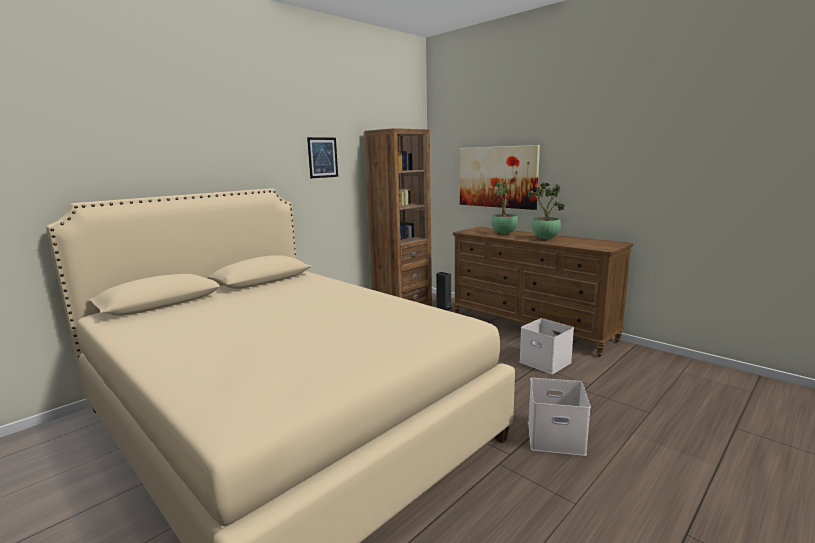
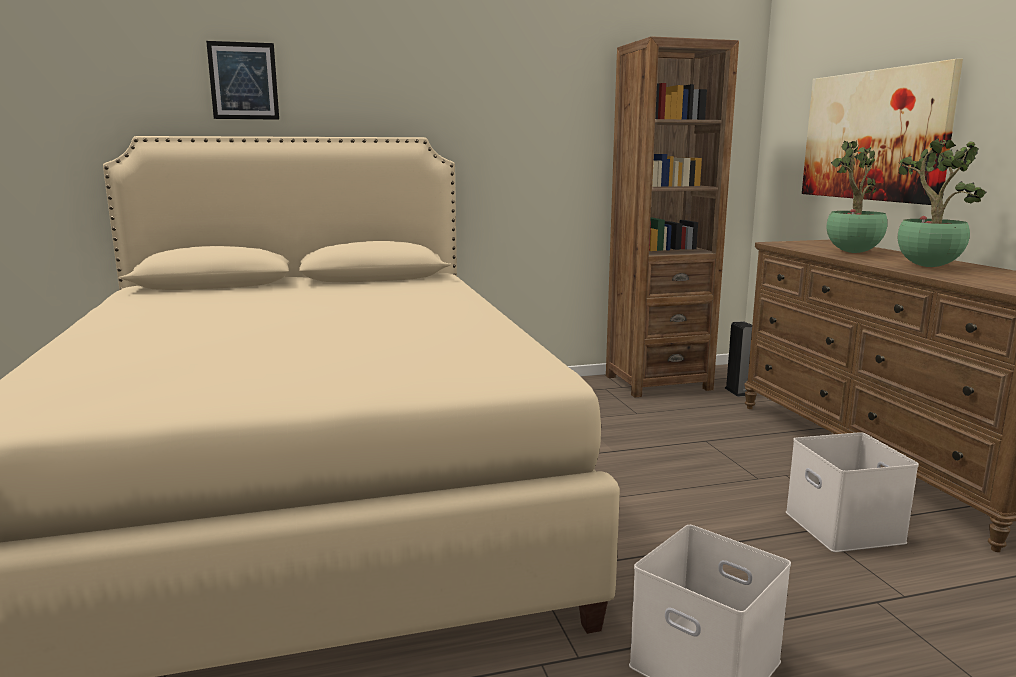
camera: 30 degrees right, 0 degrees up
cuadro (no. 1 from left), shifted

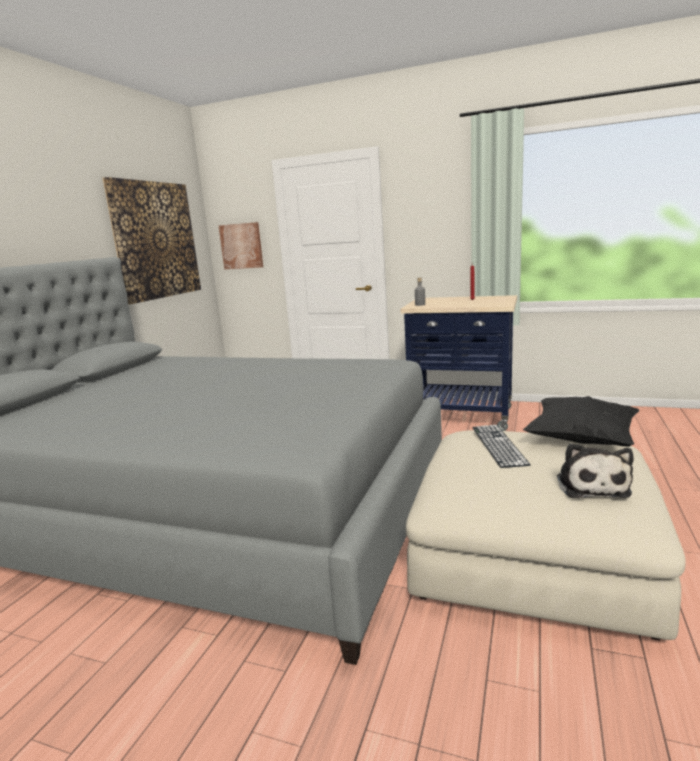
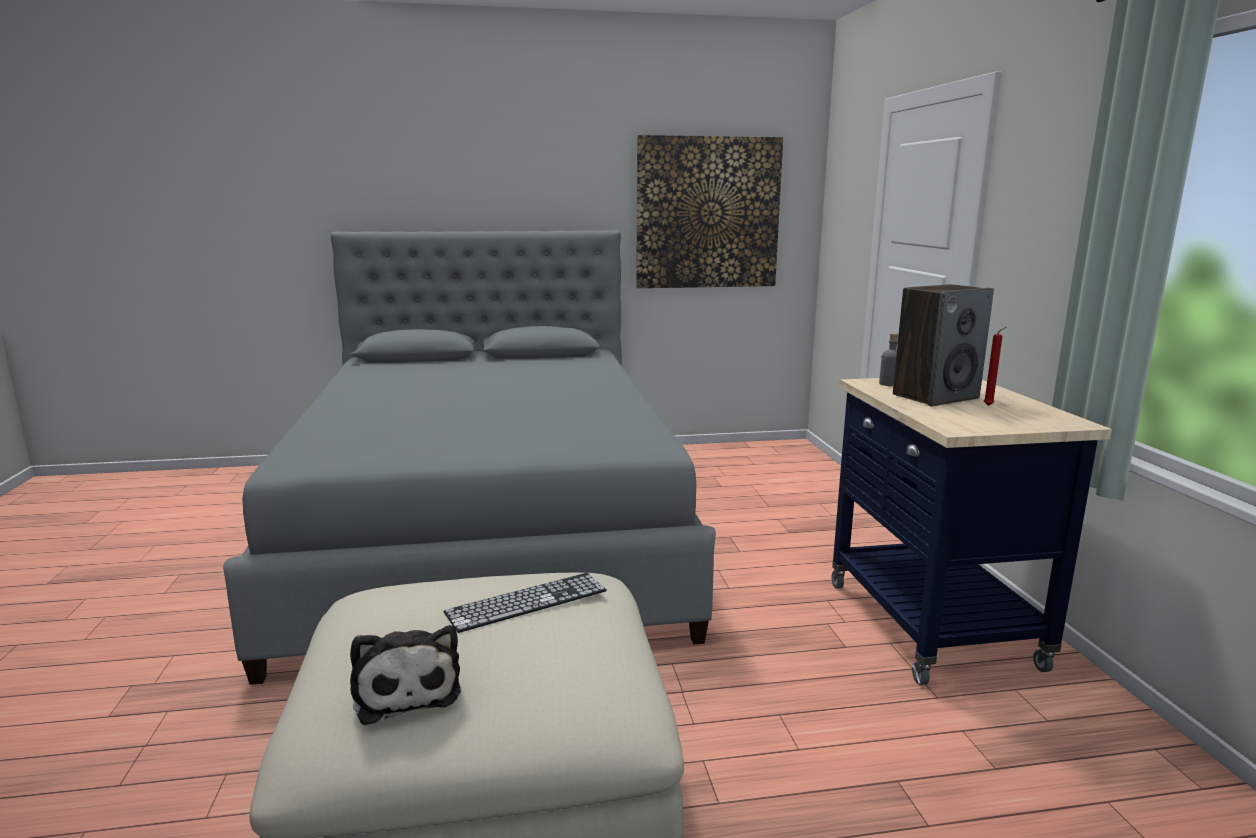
camera: 60 degrees right, 0 degrees up
cuadro (no. 2 from left) -> none
cojín/negro -> none
peluche, 90 degrees counterclockwise
none -> altavoz

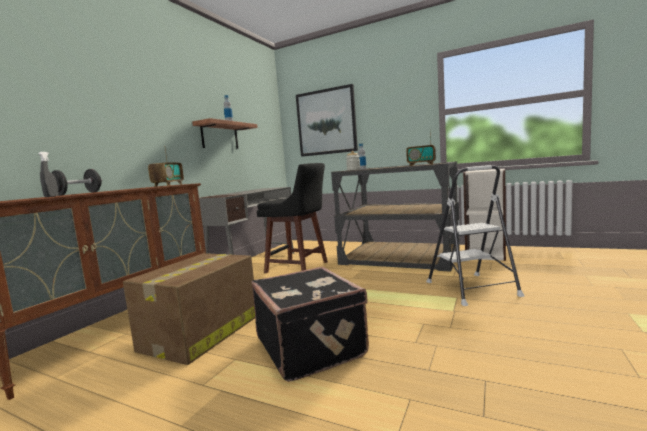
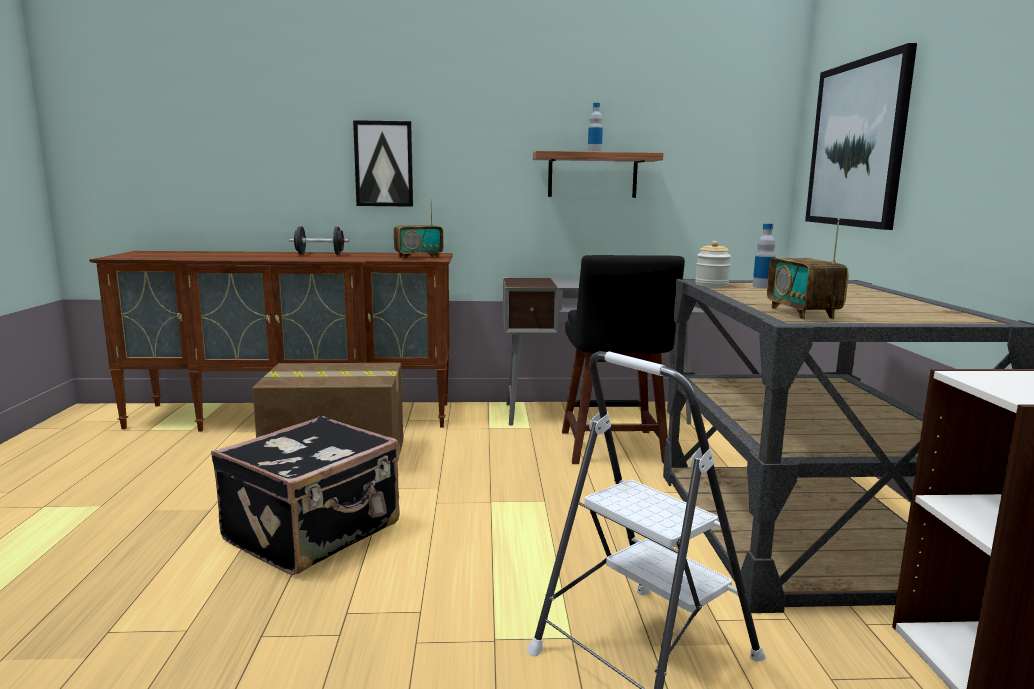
camera: 60 degrees right, 5 degrees up
pulverizador/gris -> none
none -> cuadro (no. 1 from left)

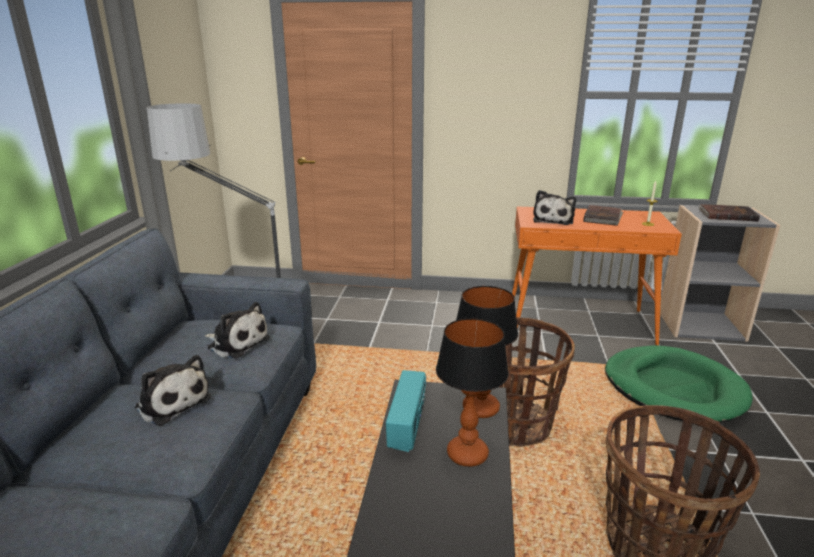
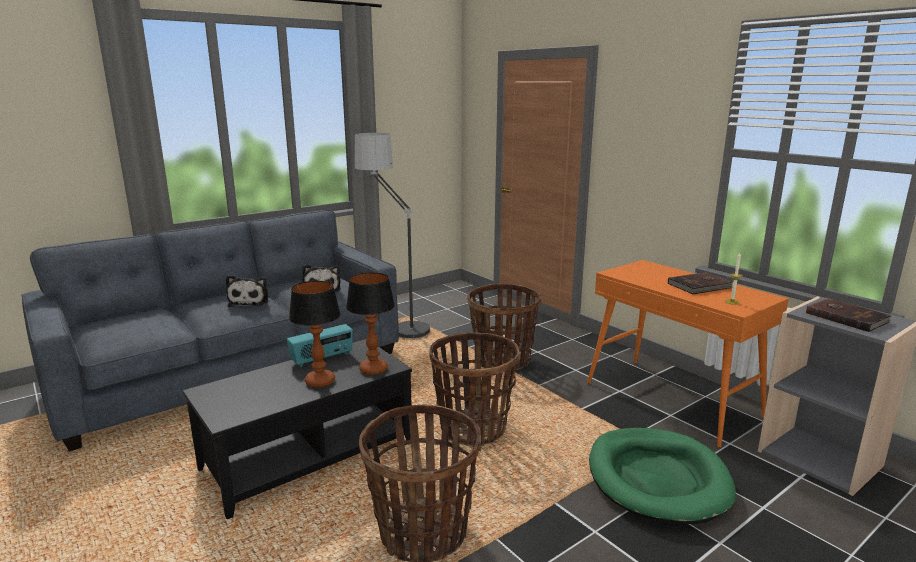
camera: 45 degrees right, 5 degrees down
peluche (no. 3 from left) -> none
none -> cesta (no. 3 from left)

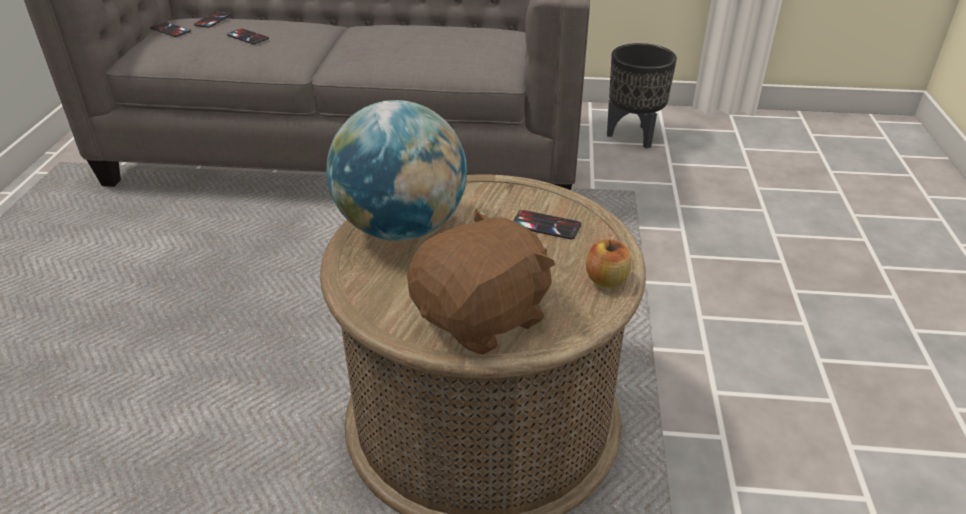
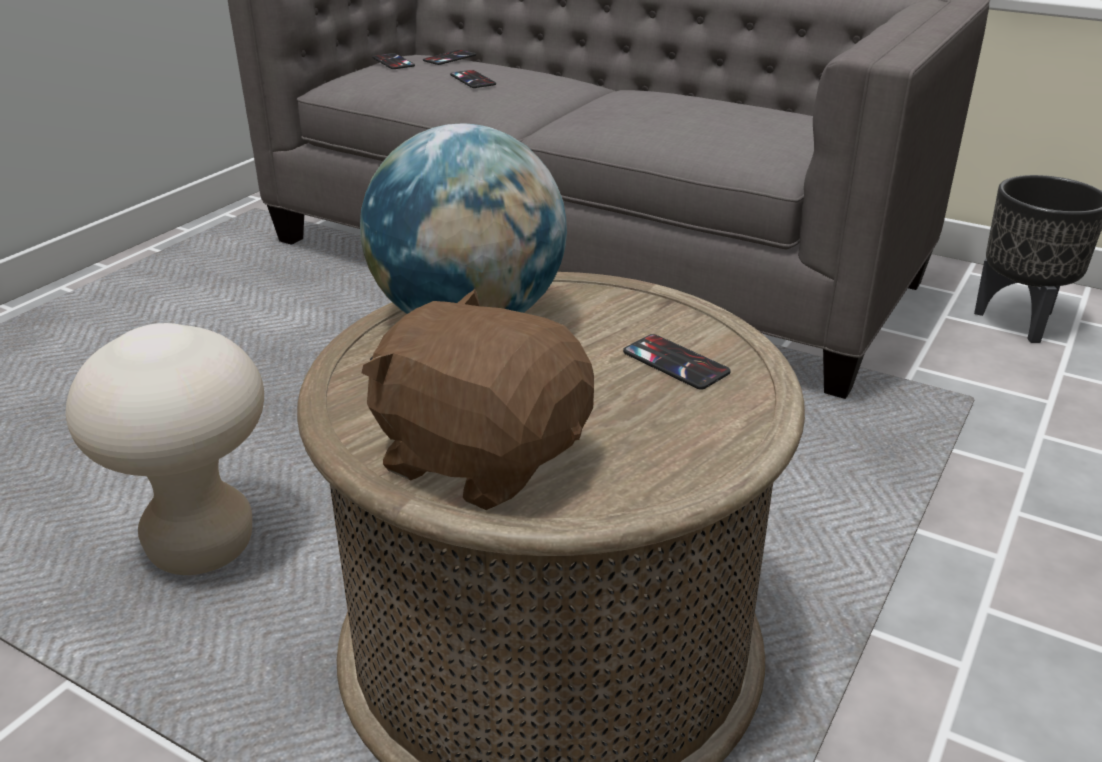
camera: 25 degrees right, 5 degrees down
peluche/marrón, 135 degrees counterclockwise
manzana -> none
none -> taburete/beis

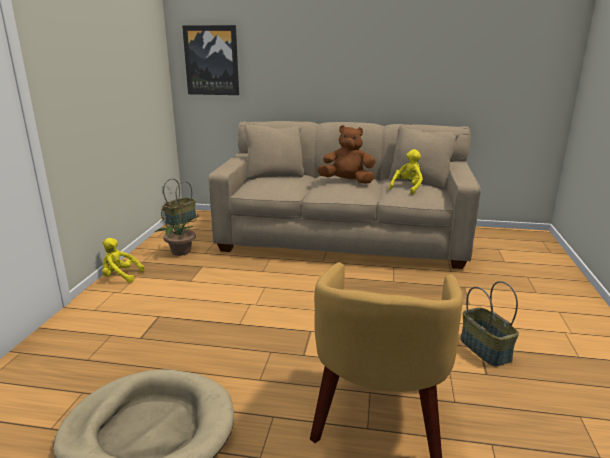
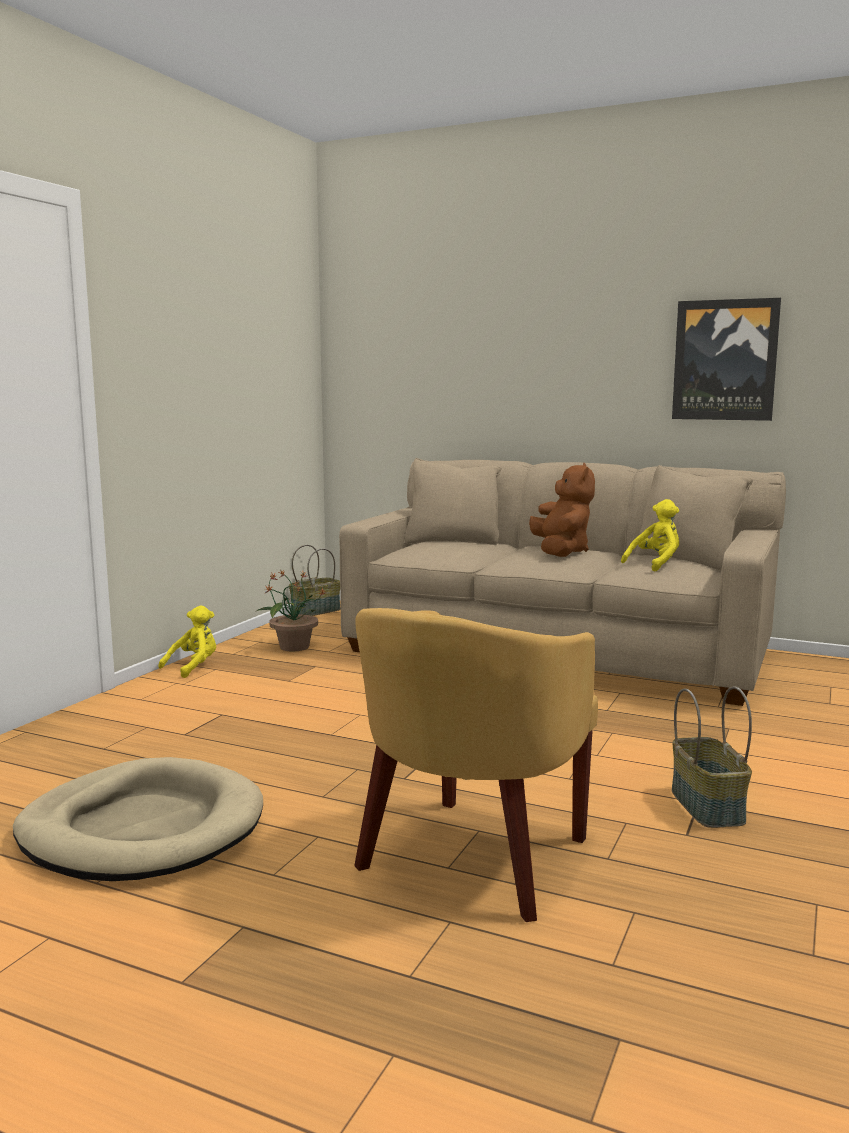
camera: 15 degrees right, 10 degrees down
cuadro, shifted
peluche/marrón, 60 degrees clockwise
peluche/amarillo (no. 1 from left), 105 degrees clockwise

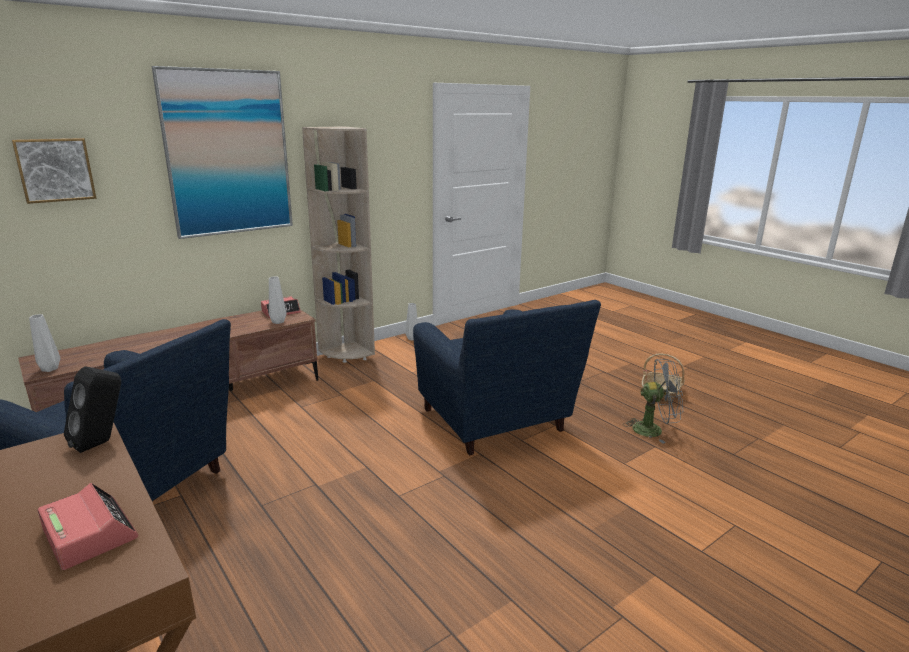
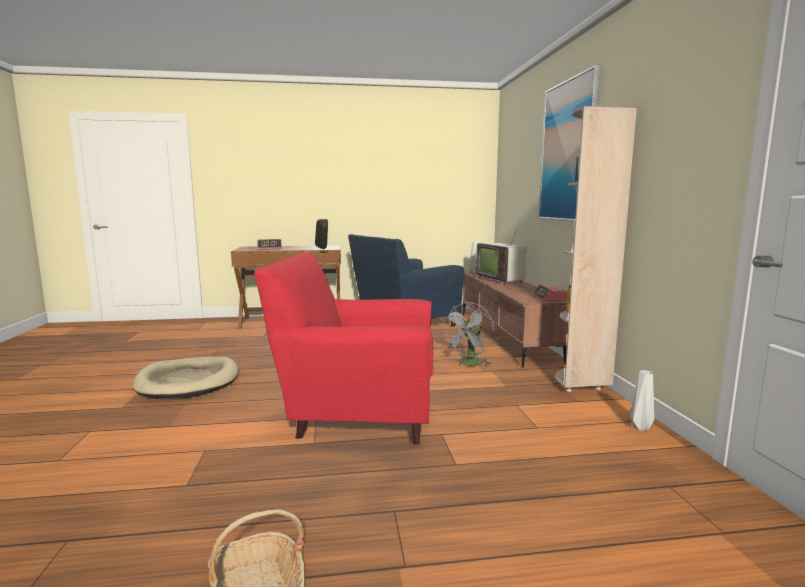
camera: 120 degrees right, 10 degrees down
cuadro (no. 1 from left) -> none
florero/gris (no. 2 from left) -> none
sillón/azul (no. 2 from left) -> sillón/rojo
ventilador/gris, shifted
none -> televisor
none -> cama para perro/beis

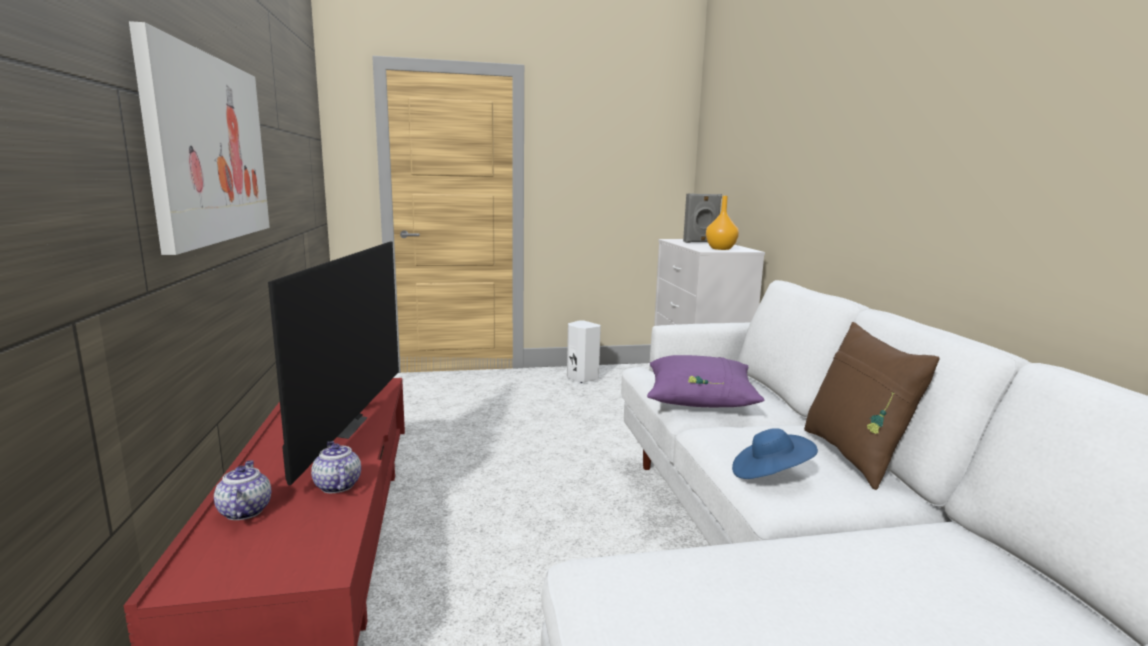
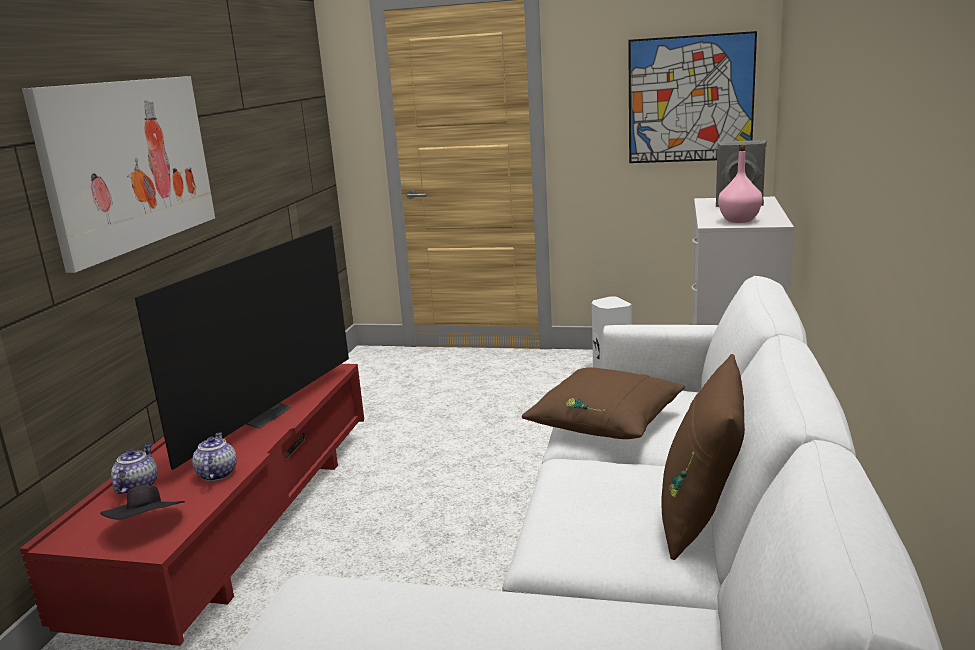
camera: 25 degrees right, 5 degrees up
florero/naranja -> florero/rosa
cojín/morado -> cojín/marrón (no. 1 from left)
sombrero/azul -> none
none -> cuadro (no. 2 from left)
none -> sombrero/negro

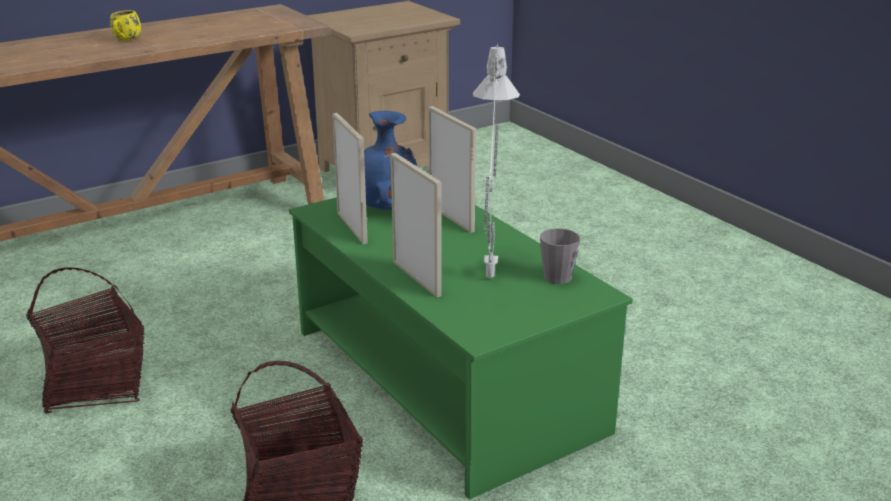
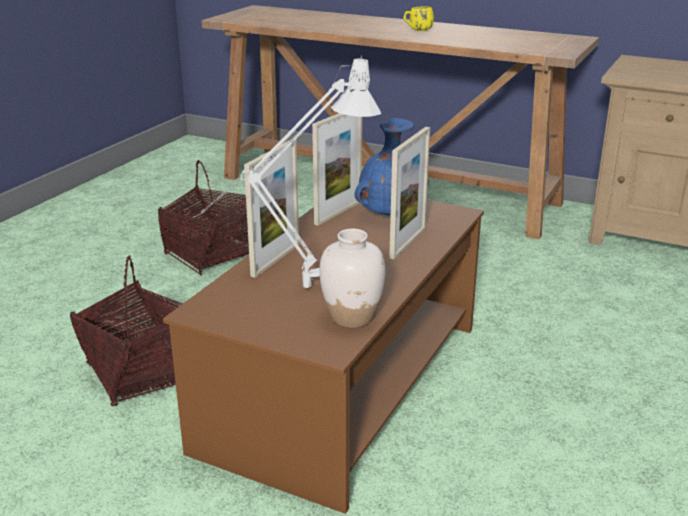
camera: 60 degrees right, 0 degrees up
mesa de centro/verde -> mesa de centro/marrón
taza grande/gris -> florero/blanco

